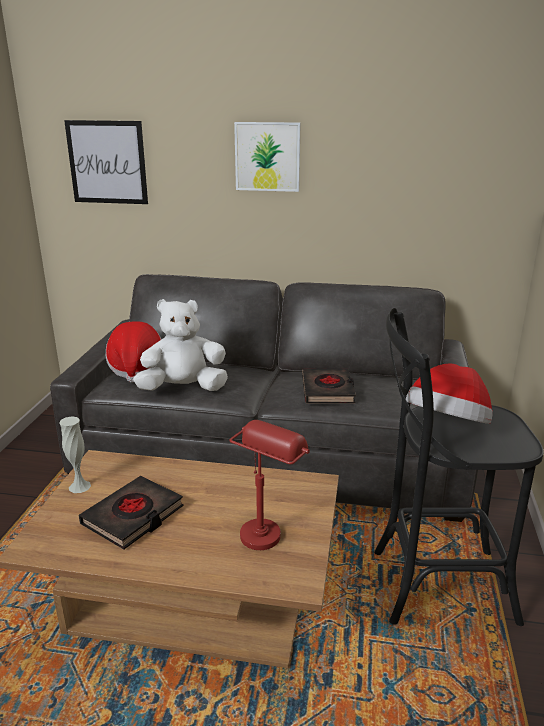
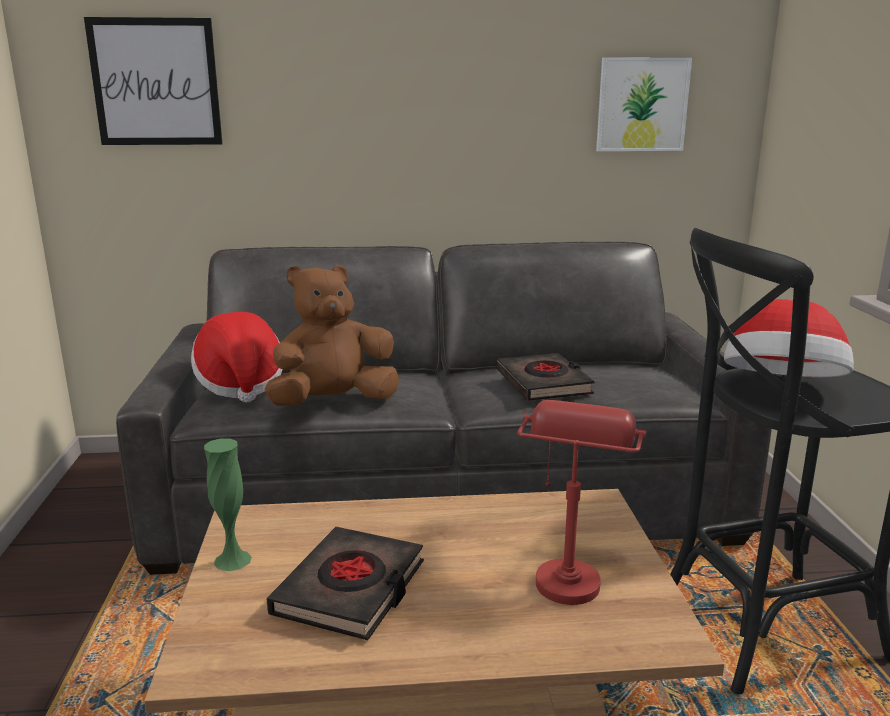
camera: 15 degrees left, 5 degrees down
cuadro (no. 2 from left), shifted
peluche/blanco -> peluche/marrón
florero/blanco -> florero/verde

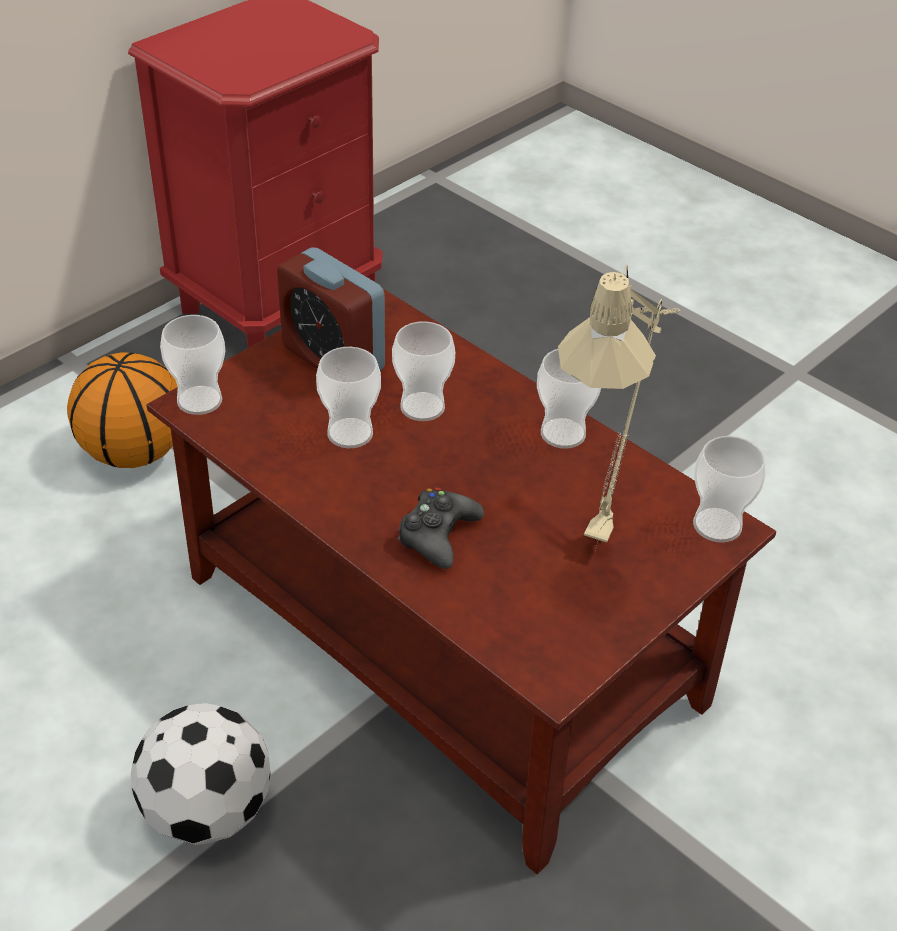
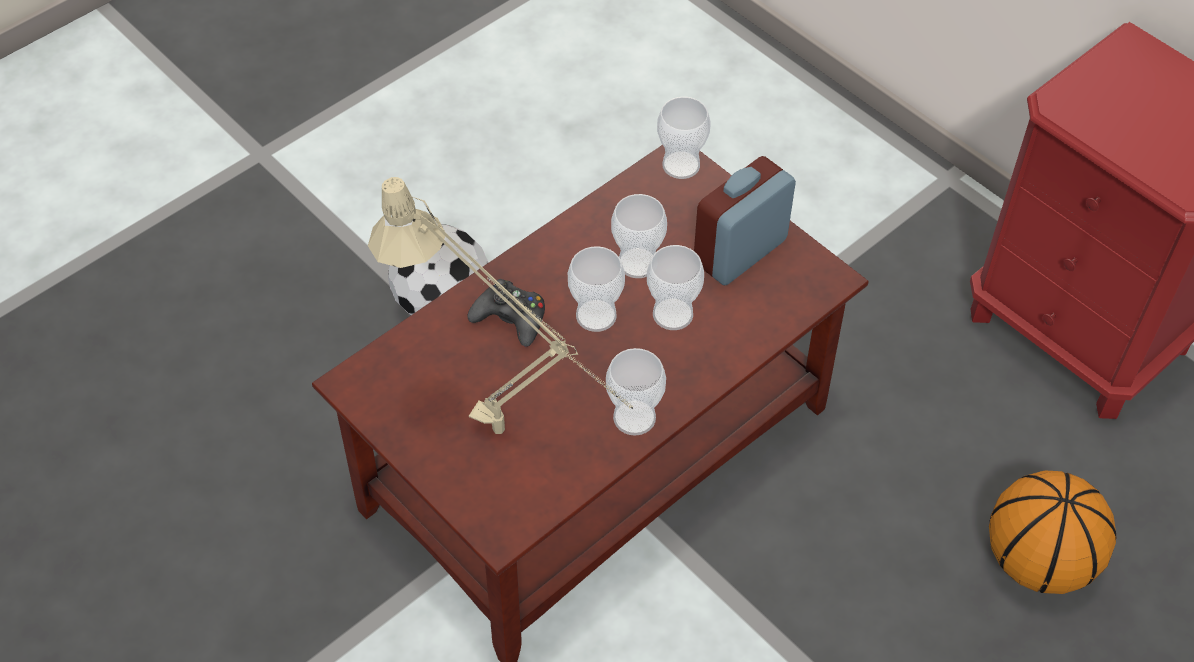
camera: 95 degrees right, 10 degrees up
balón de baloncesto, shifted
taza (no. 5 from left in the first image) -> taza (no. 1 from left), shifted

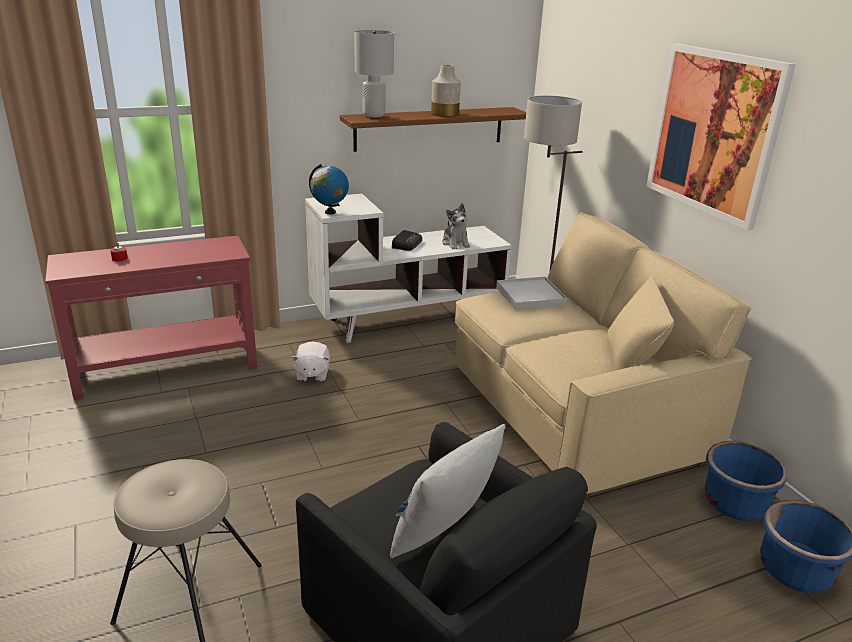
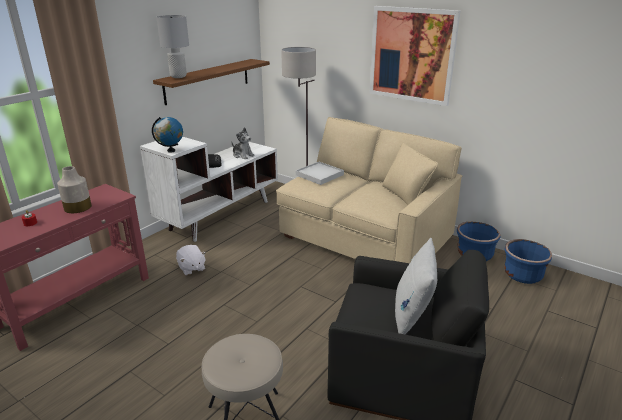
camera: 30 degrees left, 0 degrees up
florero/beis, shifted

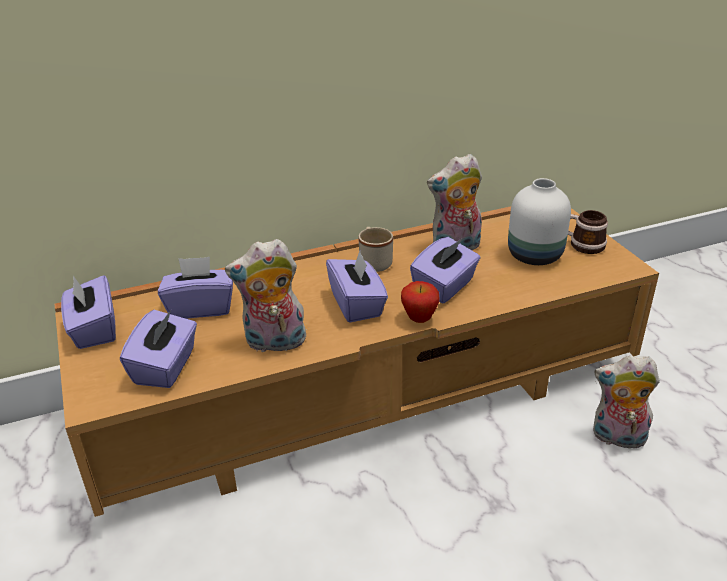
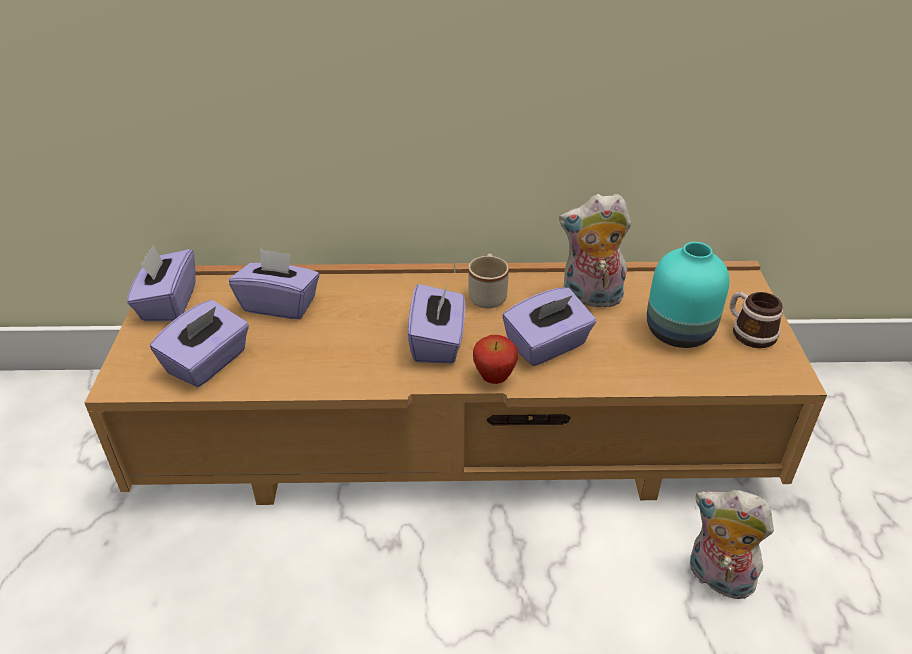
camera: 20 degrees right, 5 degrees up
florero/blanco -> florero/turquesa
peluche (no. 1 from left) -> none

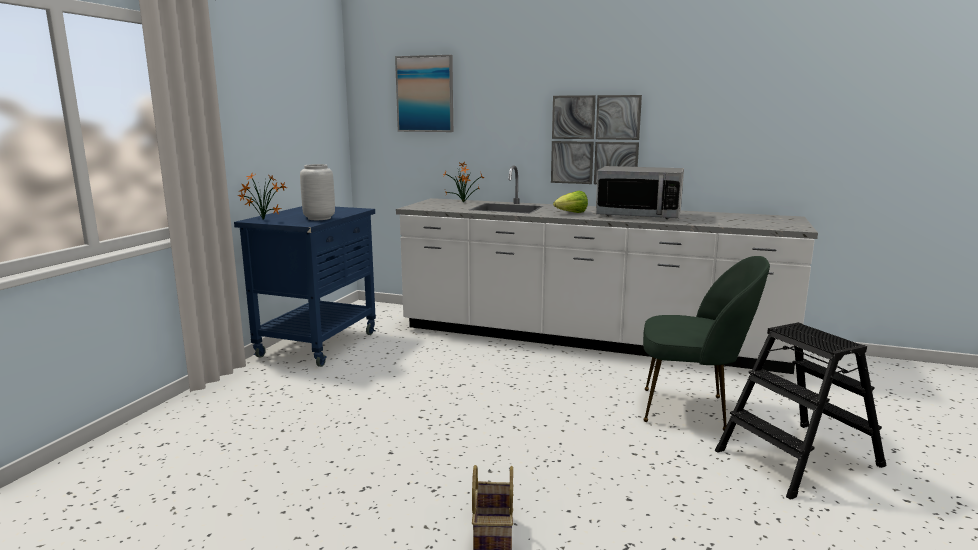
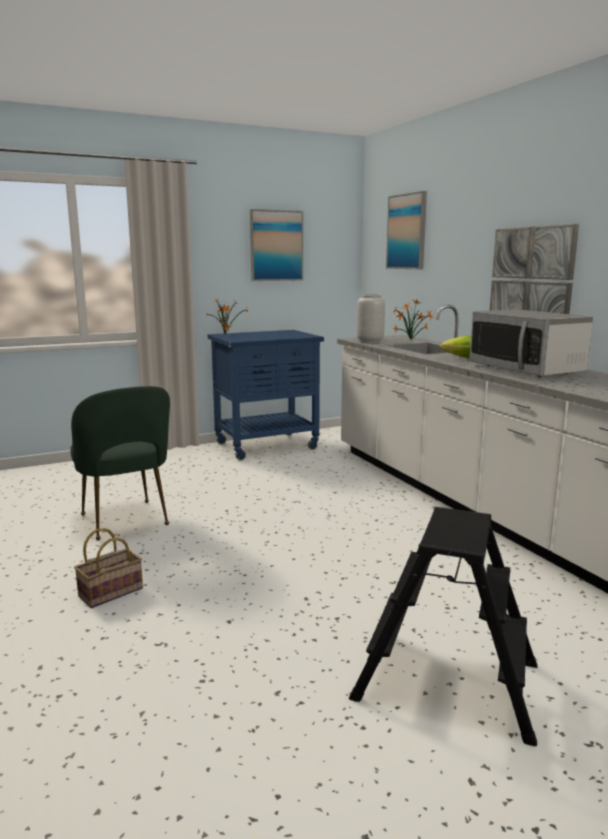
camera: 45 degrees right, 0 degrees up
florero/gris, shifted
silla/verde, shifted
none -> cuadro (no. 1 from left)

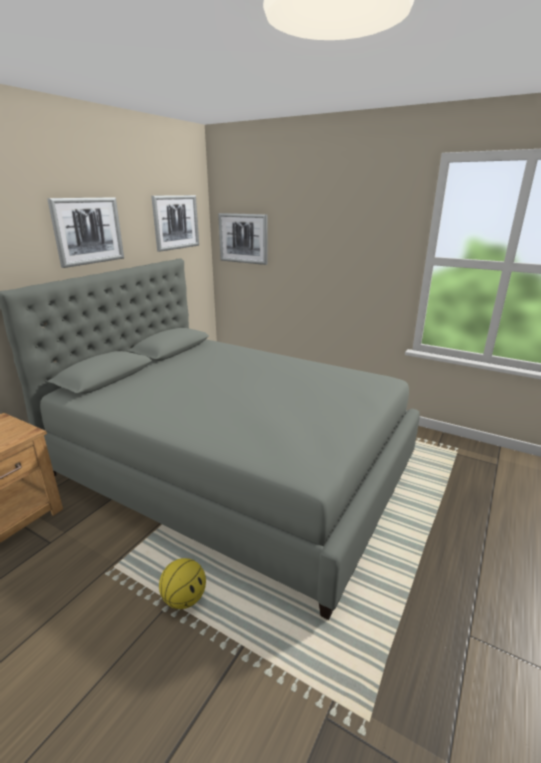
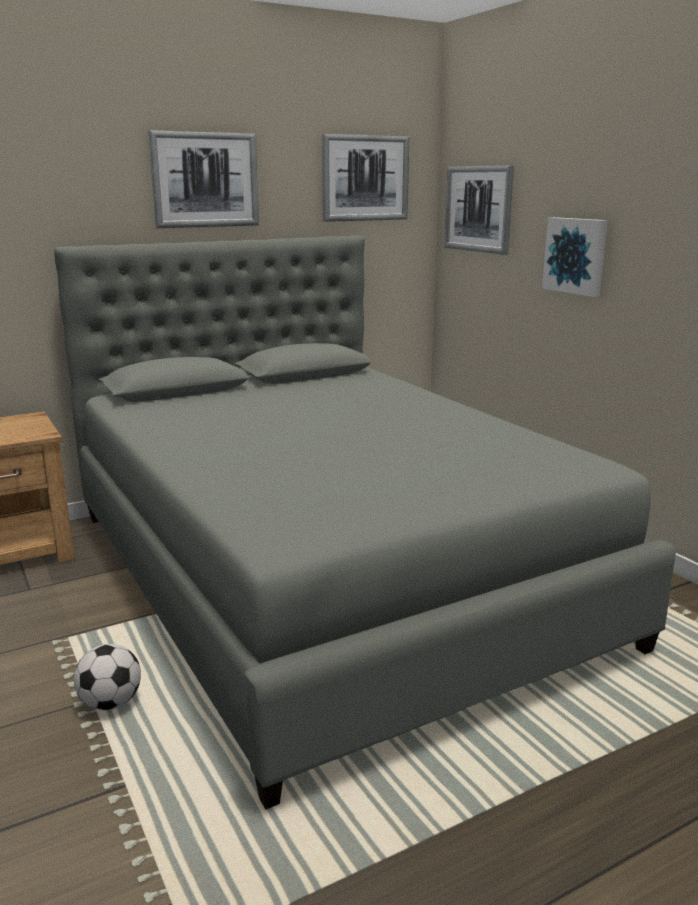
camera: 30 degrees right, 5 degrees down
balón de baloncesto -> balón de fútbol
none -> cuadro (no. 4 from left)

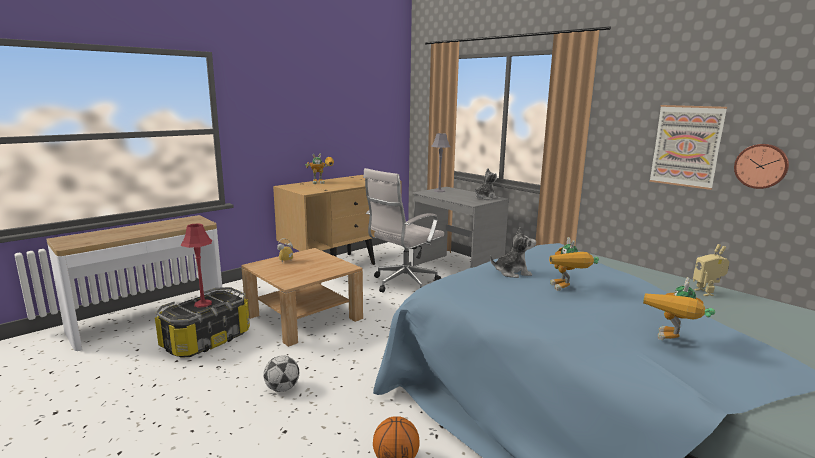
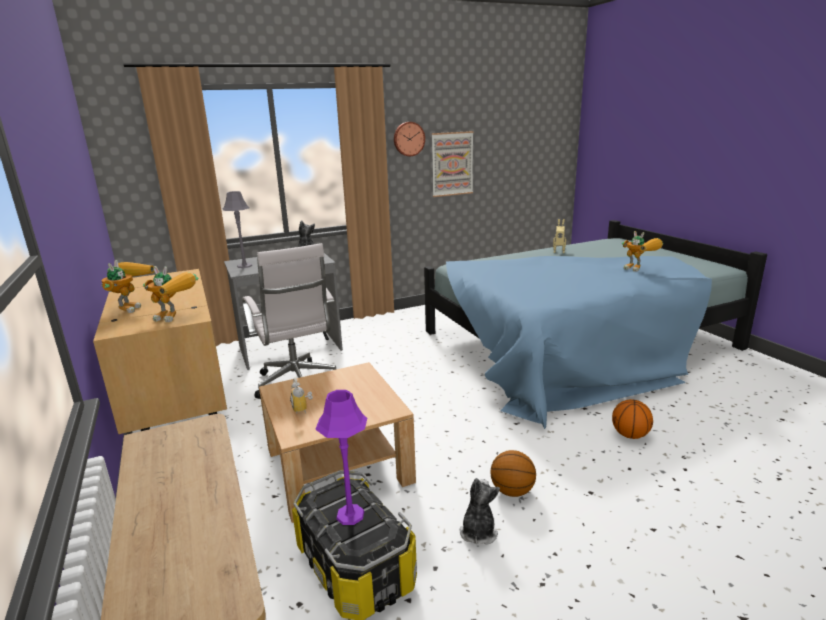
camera: 70 degrees left, 5 degrees up
reloj de pared, shifted
lámpara de mesa/rojo -> lámpara de mesa/morado
peluche (no. 2 from left), shifted
robot de juguete (no. 2 from left), shifted
balón de fútbol -> balón de baloncesto (no. 1 from left)

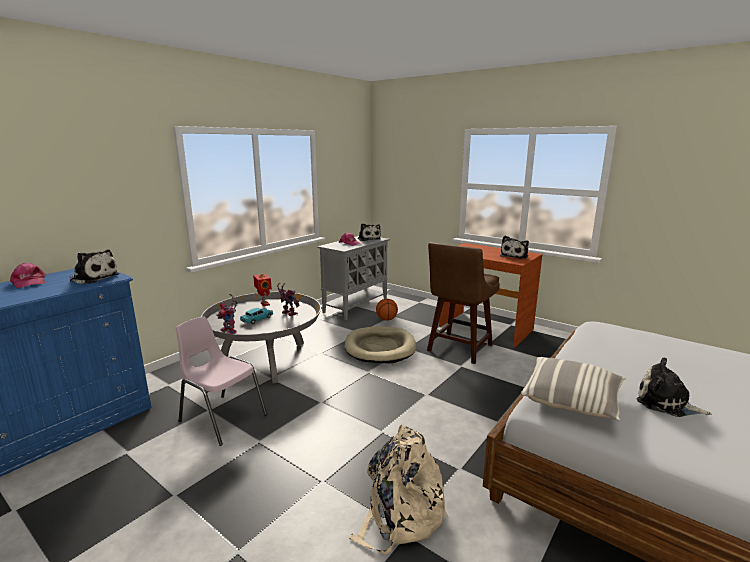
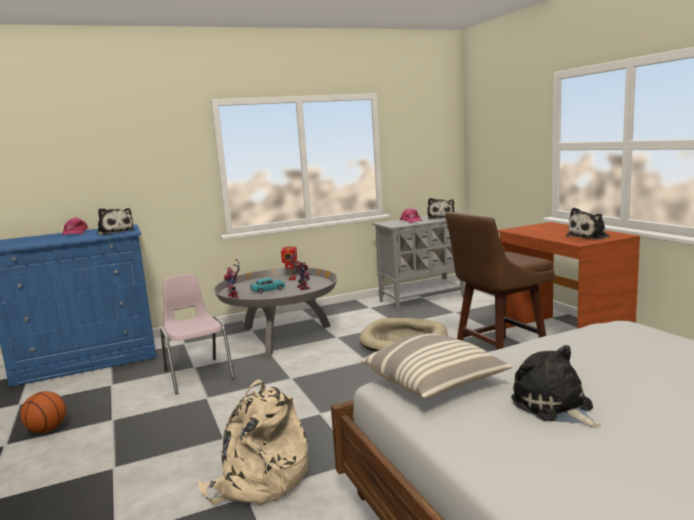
camera: 30 degrees right, 5 degrees down
balón de baloncesto, shifted

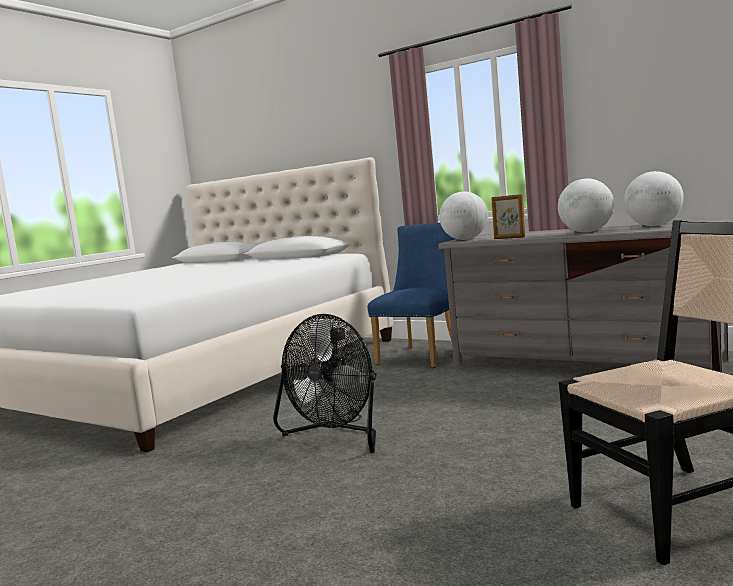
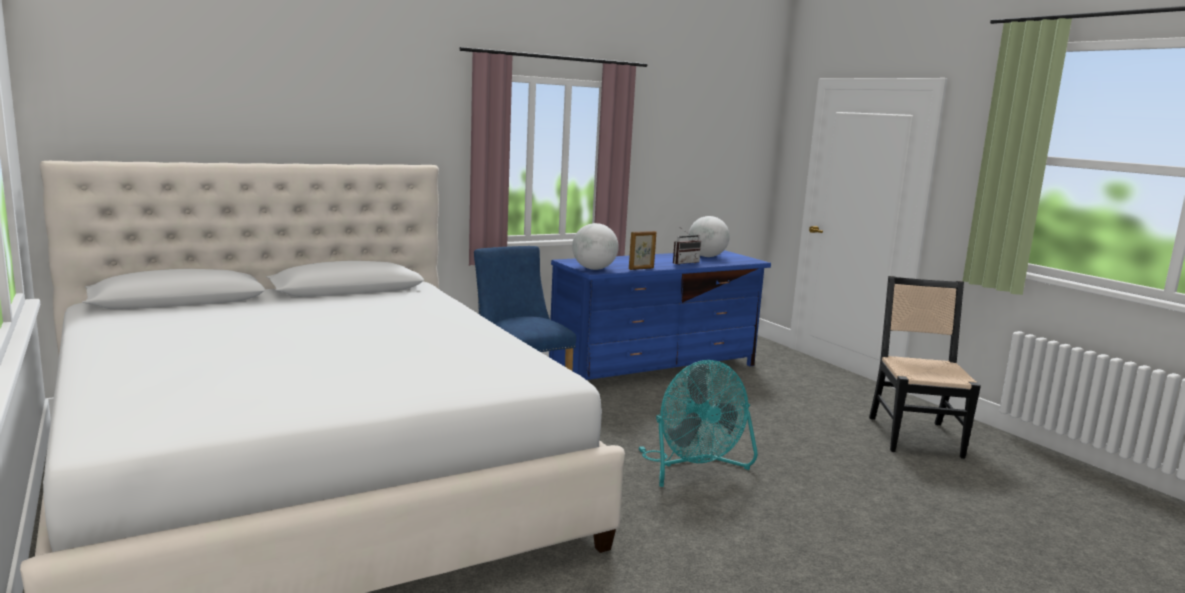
camera: 65 degrees left, 5 degrees up
globo terráqueo (no. 2 from left) -> radio
cómoda/gris -> cómoda/azul
ventilador/negro -> ventilador/turquesa

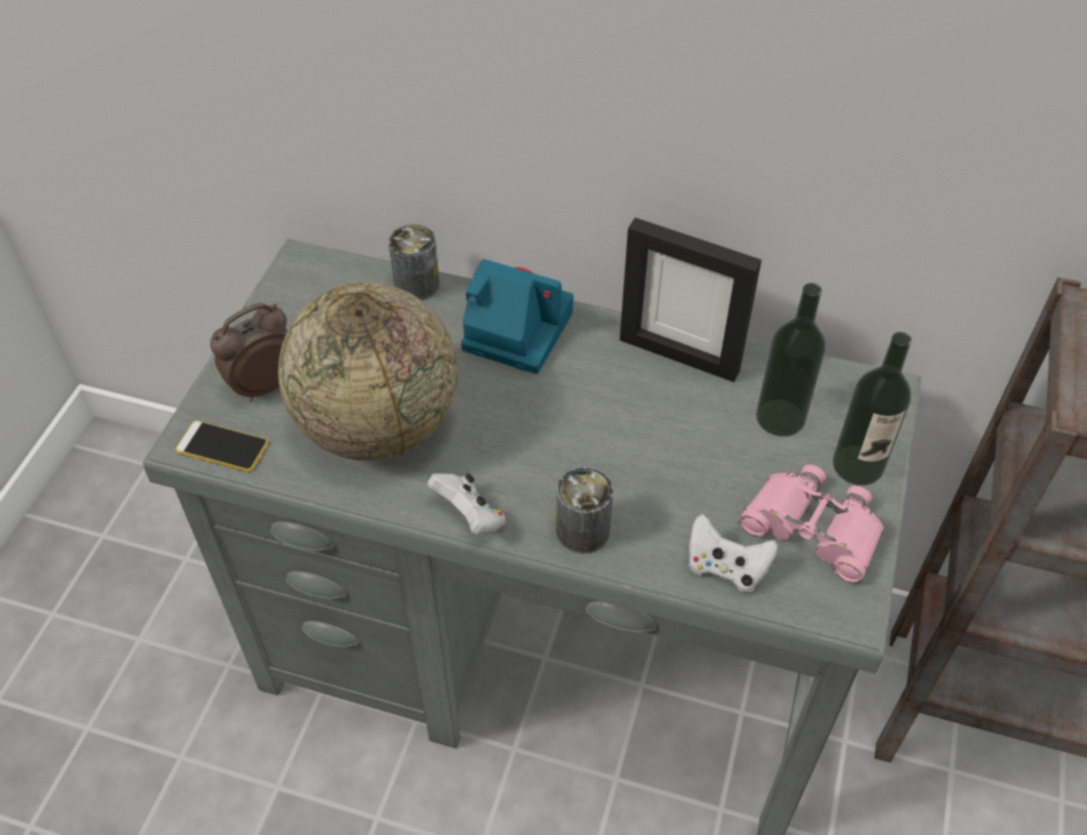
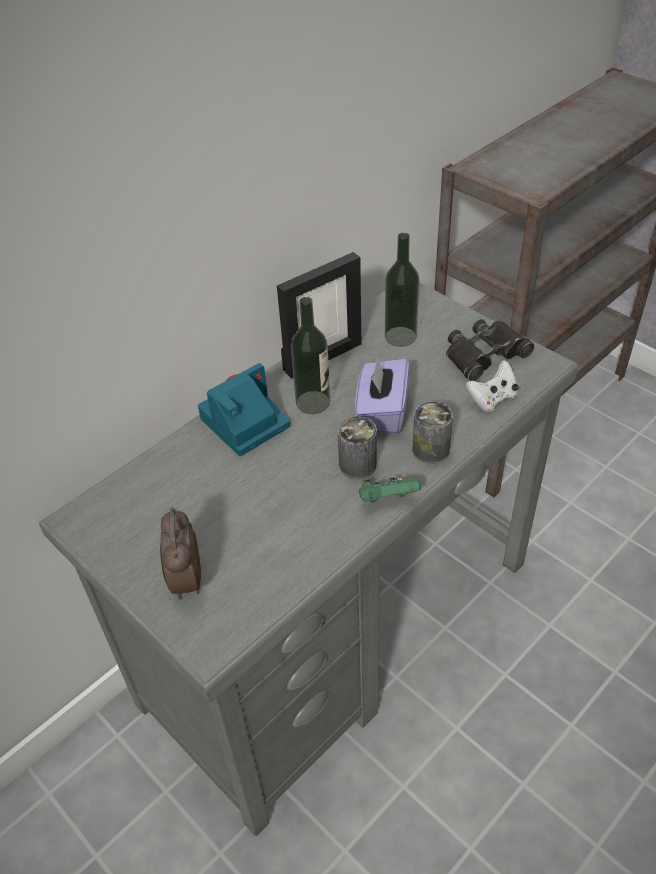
camera: 60 degrees left, 5 degrees down
lata (no. 1 from left), shifted
globo terráqueo -> none
botella (no. 2 from left in the first image) -> botella (no. 1 from left), shifted
móvil -> none
prismáticos/rosa -> prismáticos/negro
mando de consola/blanco (no. 1 from left) -> mando de consola/verde
none -> caja de pañuelos/morado

